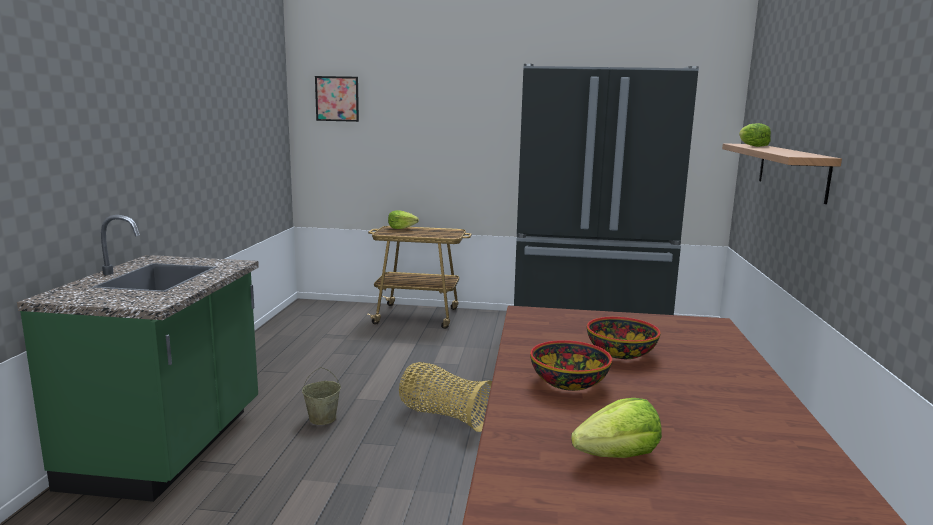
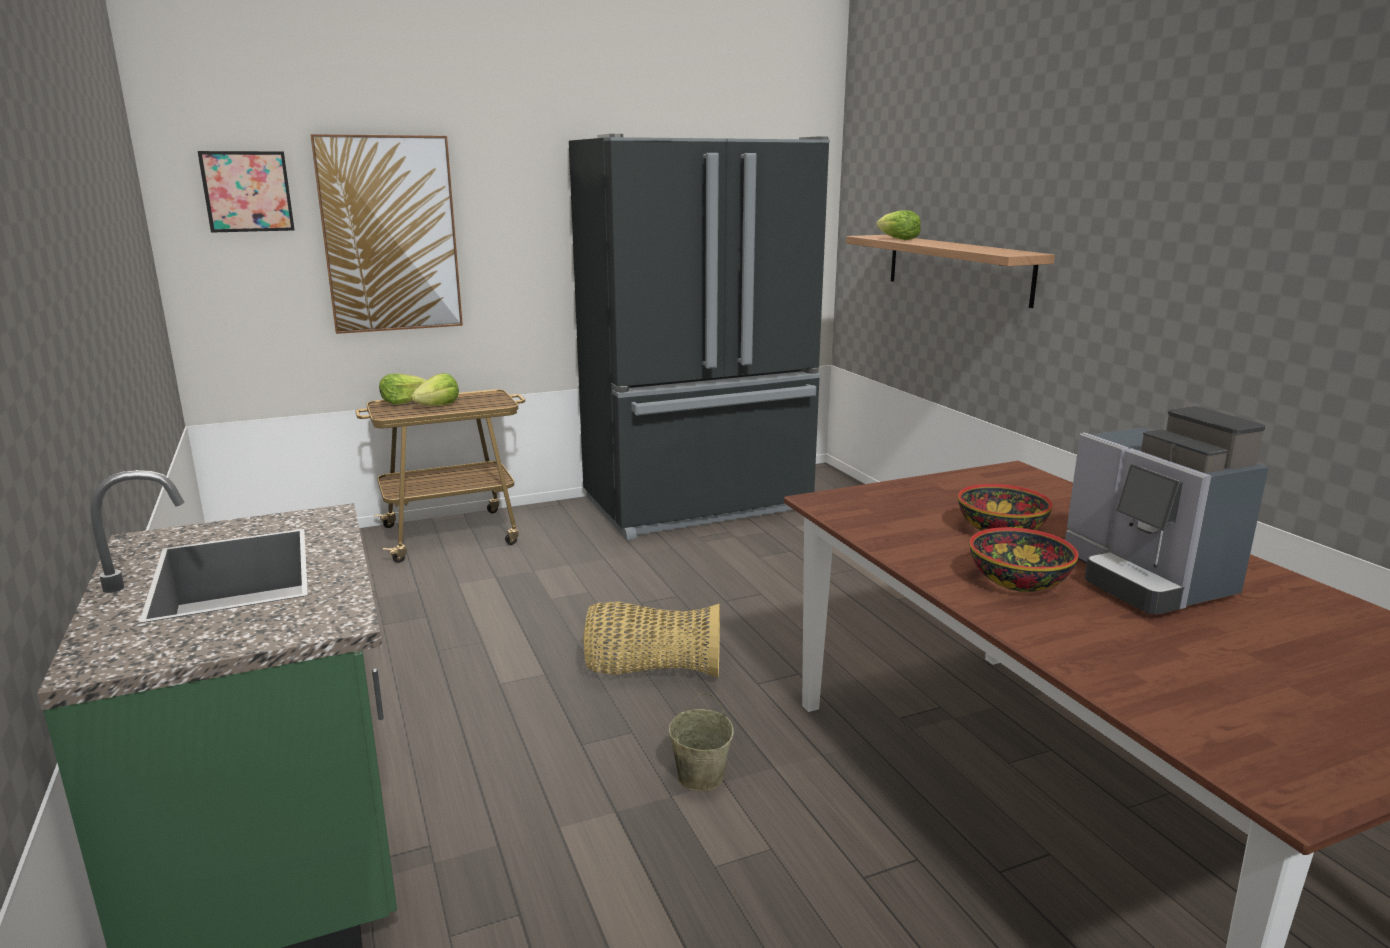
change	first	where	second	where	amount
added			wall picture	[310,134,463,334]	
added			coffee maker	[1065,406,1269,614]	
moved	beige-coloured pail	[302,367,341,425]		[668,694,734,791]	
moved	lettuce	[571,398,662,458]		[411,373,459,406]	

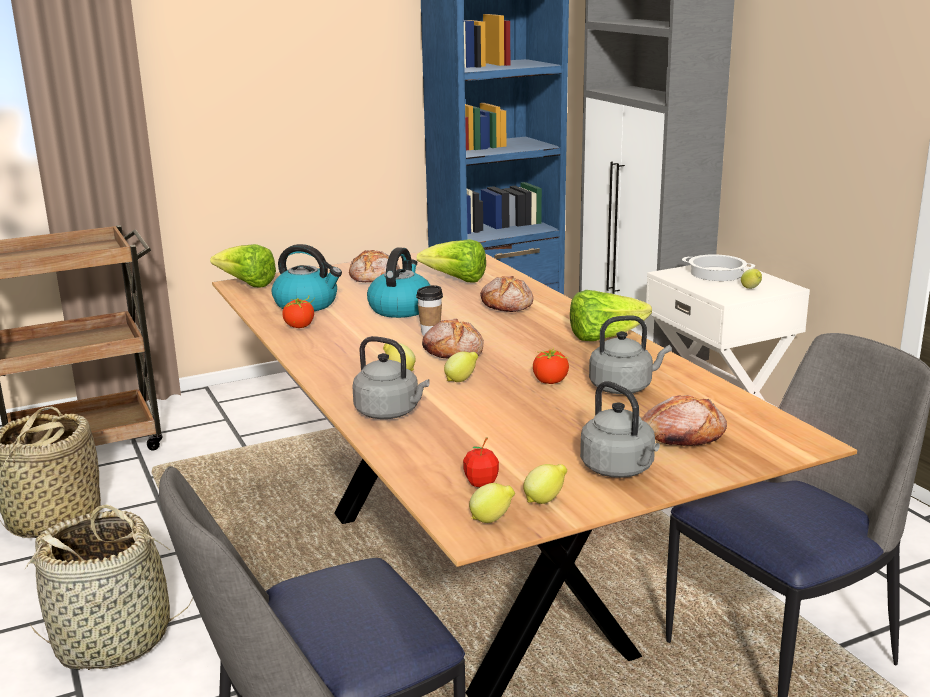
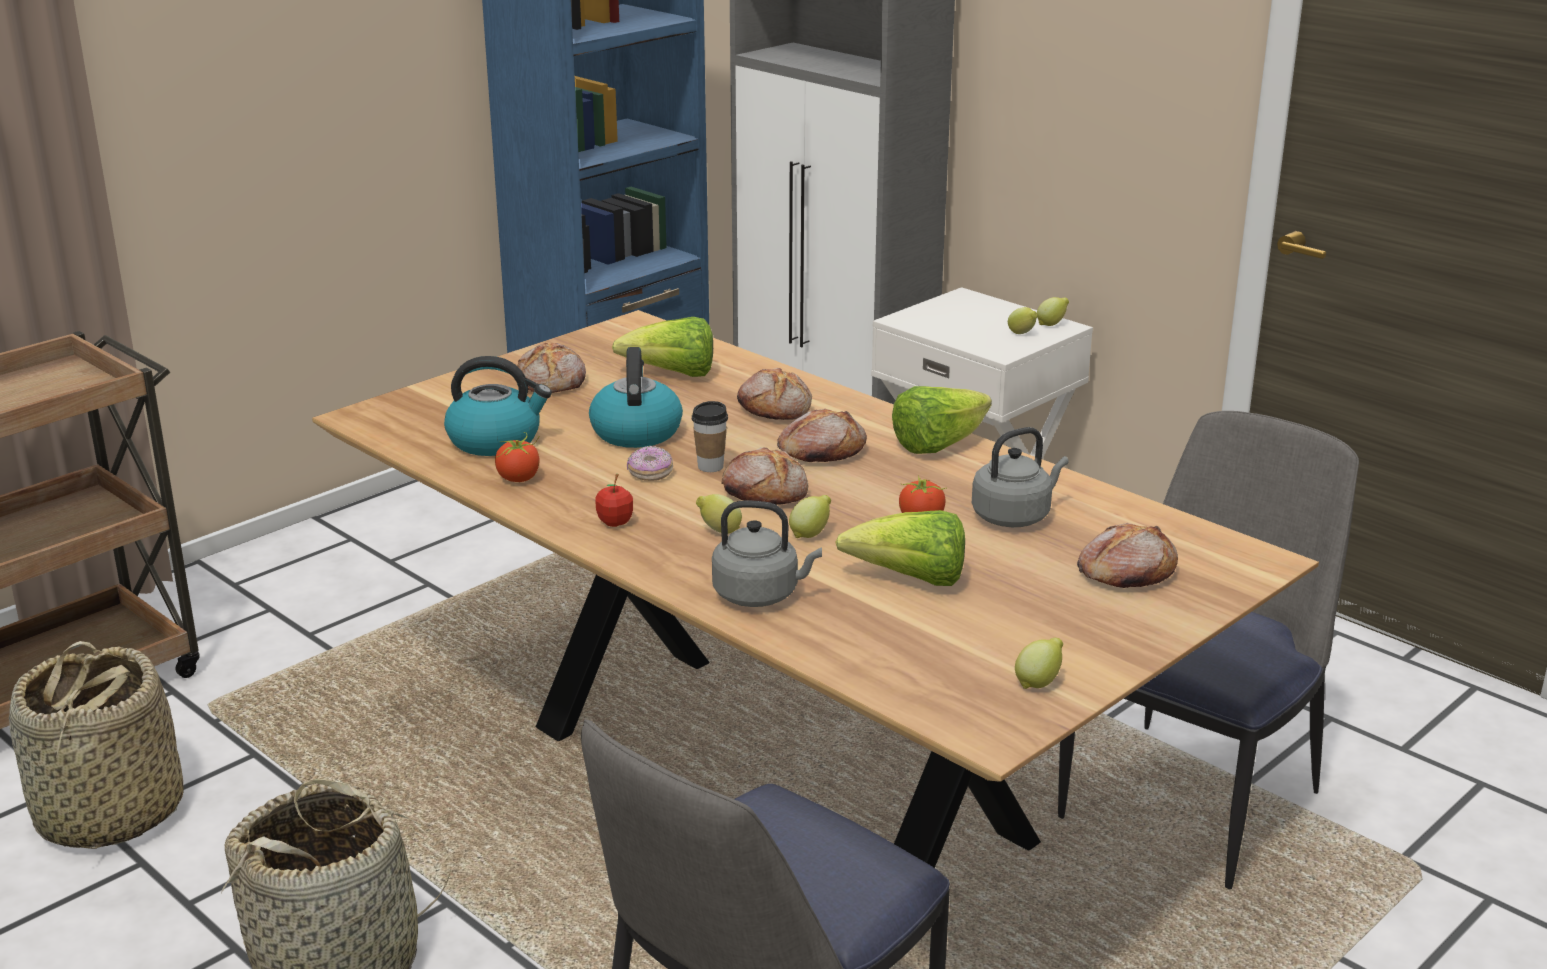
change	first	where	second	where	amount
removed	greyish tea kettle	[580,381,660,478]			
removed	stockpot	[682,254,755,281]			
added			doughnut	[627,446,673,481]	
added			bread	[777,409,867,462]	
moved	lettuce	[210,244,276,288]		[835,510,965,586]	
moved	apple	[463,437,499,487]		[595,474,633,527]	
moved	whole lemon	[469,483,515,523]		[1037,297,1069,326]	

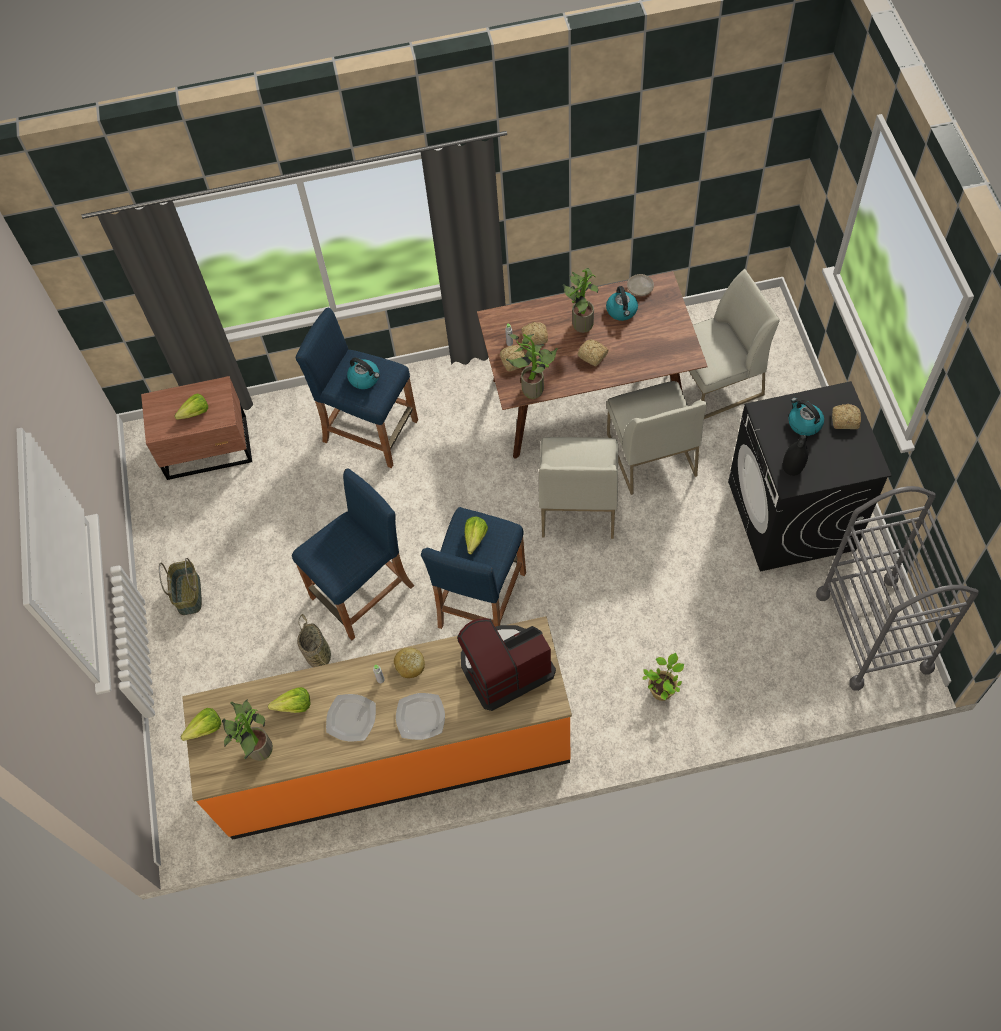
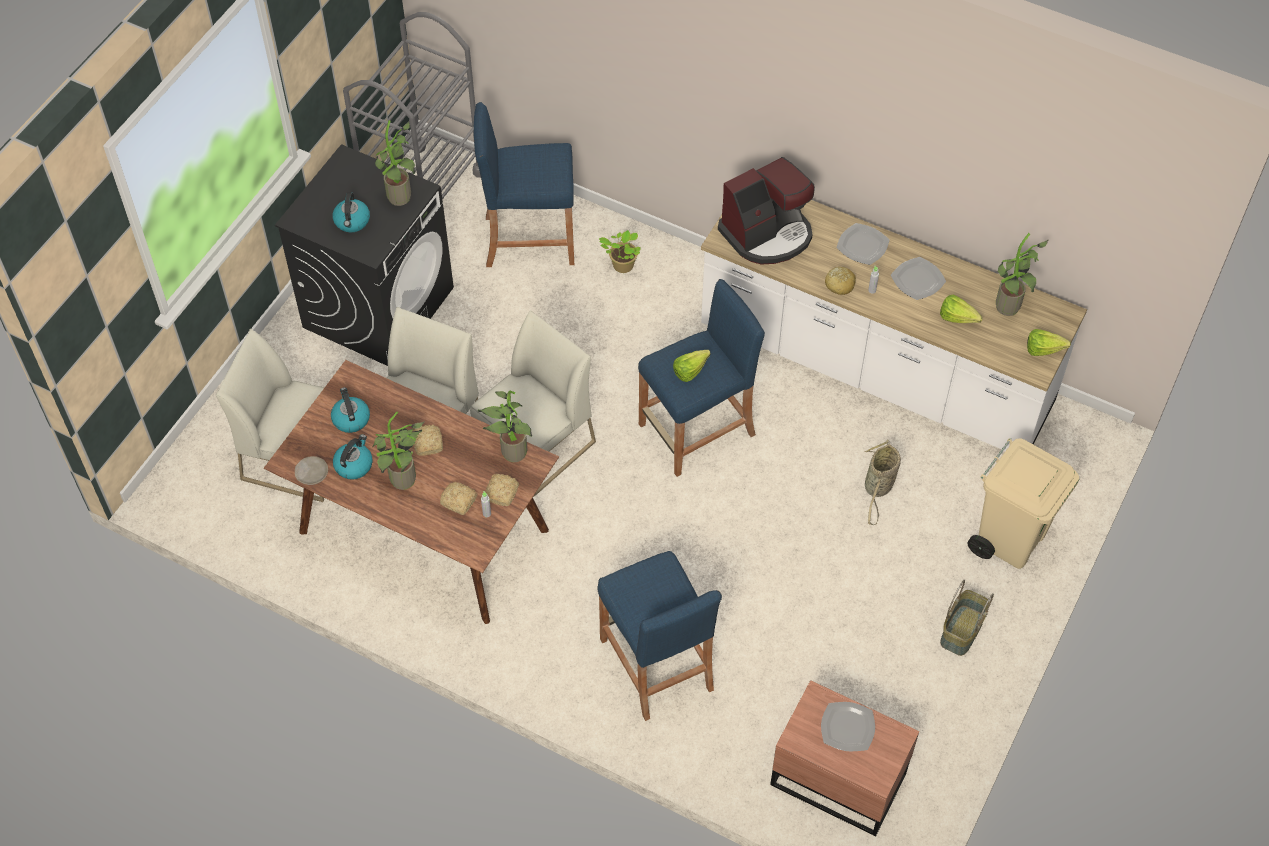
change	first	where	second	where	amount
removed	bread	[832,404,861,429]			
added			beige-coloured rubbish bin	[967,438,1079,569]	
moved	blue-coloured sitting stool	[292,469,414,640]		[474,102,574,267]	
moved	tea kettle	[347,357,380,389]		[331,387,370,433]	
replaced	lettuce	[174,394,208,420]	plate	[821,702,875,751]	
replaced	black flower vase	[783,435,808,476]	potted plant	[375,120,415,206]	
recoloured	orangey counter	[182,616,572,839]	whitish counter	[701,200,1087,451]	
turned	coffee maker	[457,618,556,711]		[718,157,815,264]	45 degrees counterclockwise

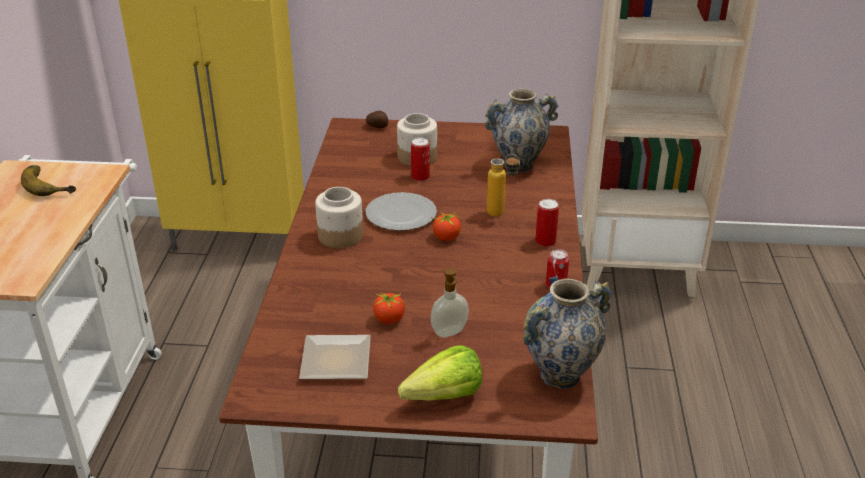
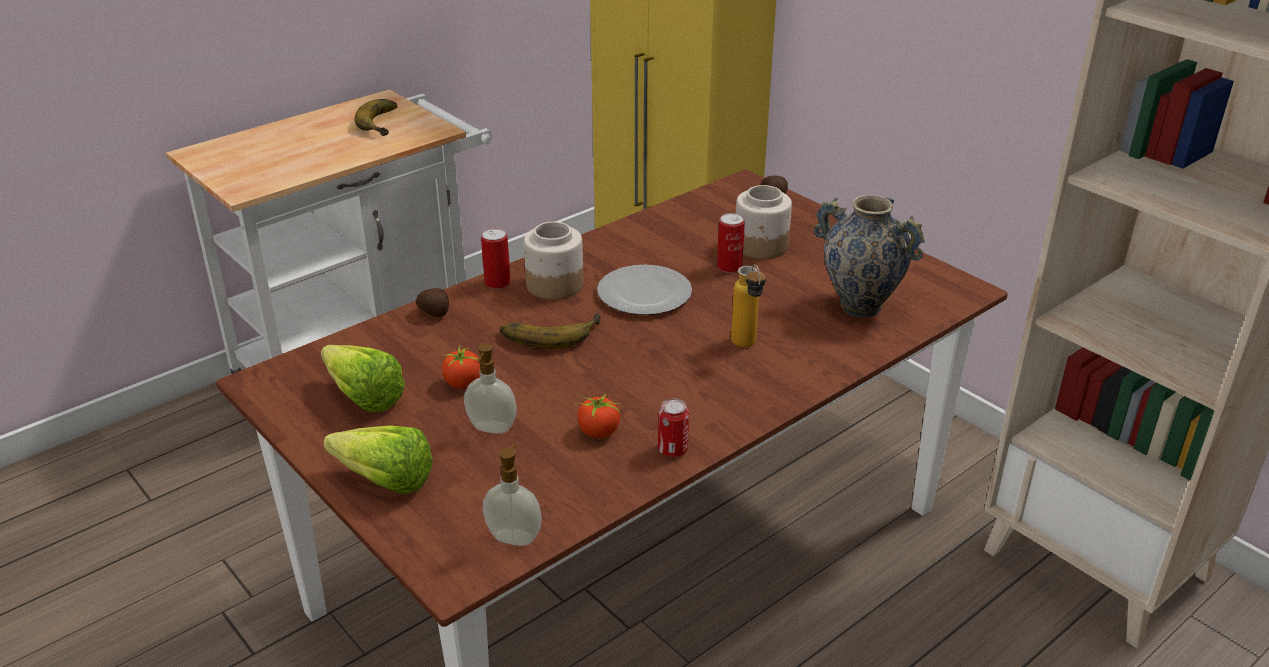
change	first	where	second	where	amount
added			spud	[416,288,449,317]	
added			banana fruit	[499,313,601,349]	
moved	whole tomato	[431,213,461,241]		[575,392,620,439]	
moved	sealed can	[535,199,559,247]		[481,228,510,289]	
replaced	plate	[299,335,371,380]	lettuce	[321,345,405,412]	
replaced	flower vase	[522,276,612,389]	soap dispenser	[483,443,542,546]	

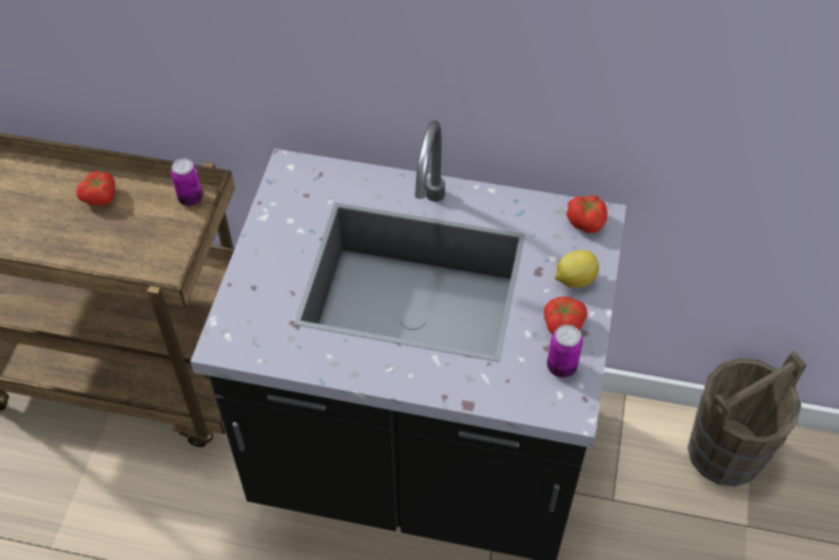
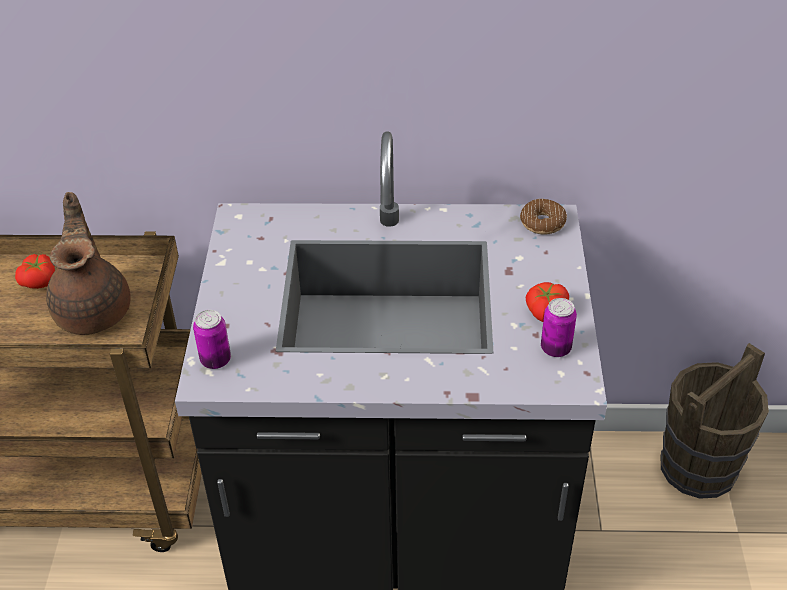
change	first	where	second	where	amount
removed	whole lemon	[555,250,599,288]			
added			brown-coloured teapot	[46,192,131,335]	
moved	sealed can	[171,158,203,206]		[193,310,231,369]	
replaced	whole tomato	[567,195,607,233]	doughnut	[520,199,567,235]	

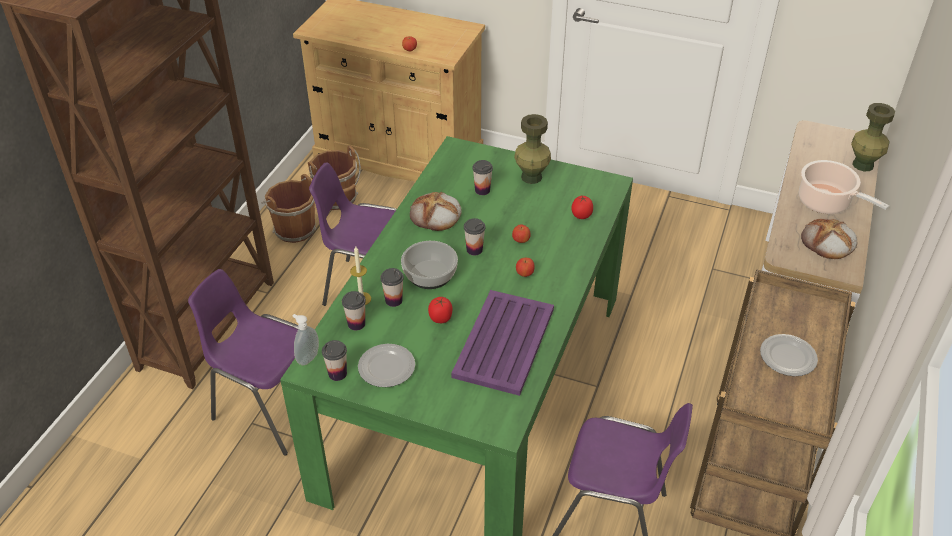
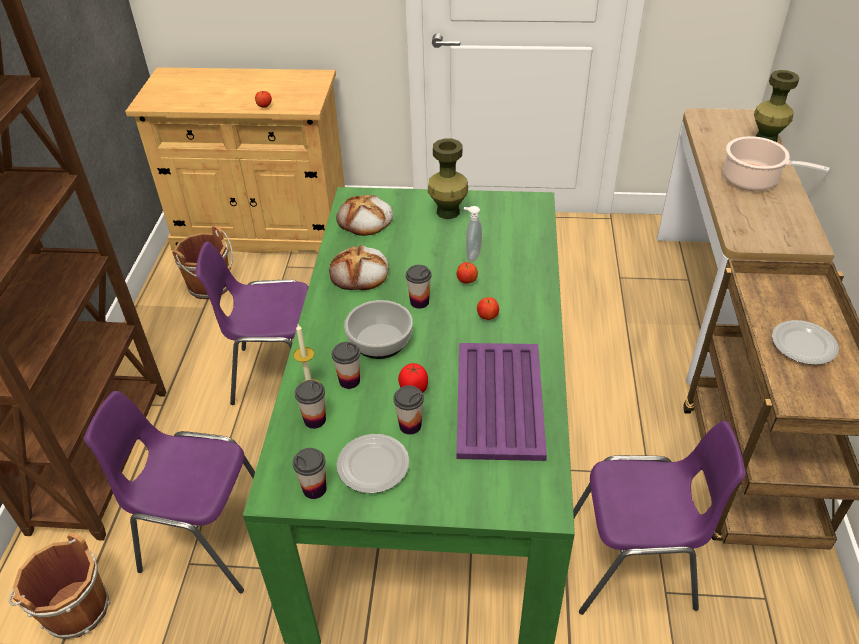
change	first	where	second	where	amount
removed	whole tomato	[571,196,593,219]			
moved	brown-coloured pail	[261,174,316,243]		[9,532,110,639]	
moved	soap dispenser	[292,314,319,365]		[464,206,482,261]	
moved	small cup	[473,160,493,195]		[393,385,424,435]	
moved	bread	[801,219,857,259]		[336,195,393,236]	

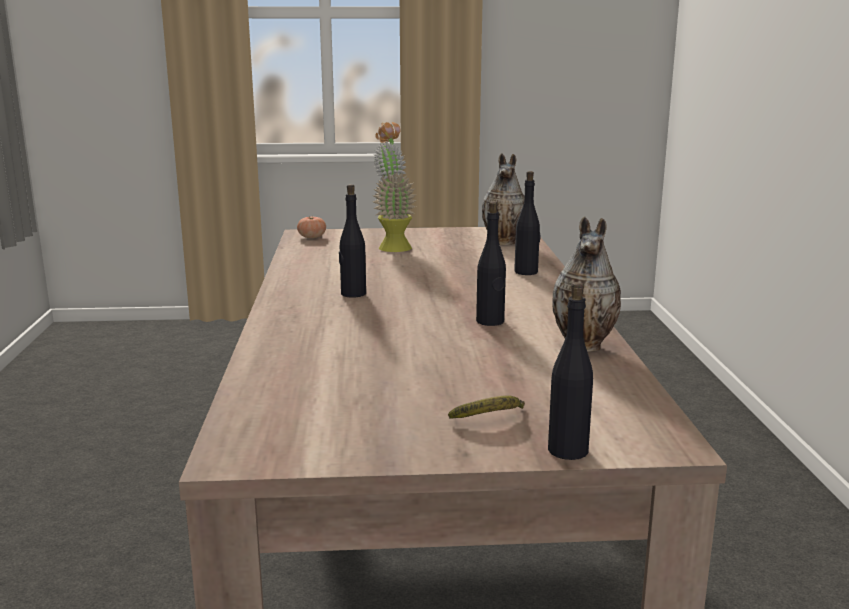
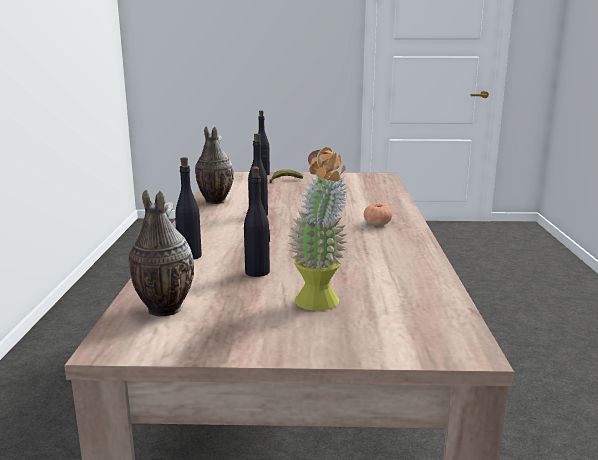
change	first	where	second	where	amount
moved	whole tomato	[297,216,326,238]		[364,204,392,226]	
moved	black drink bottle	[339,184,366,298]		[244,167,270,277]	

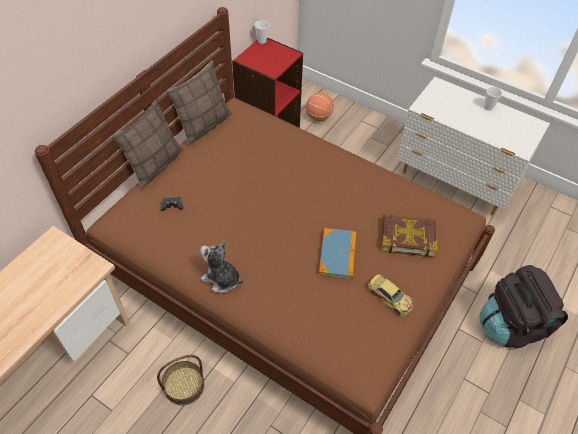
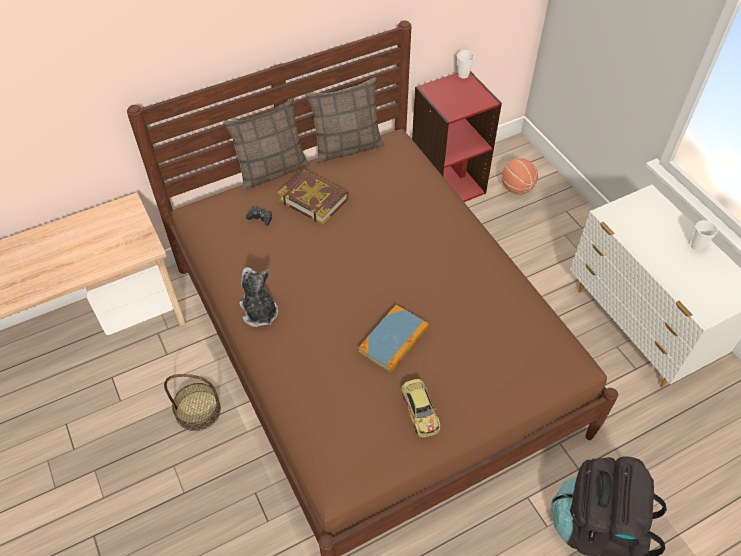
change	first	where	second	where	amount
moved	book	[382,214,437,257]		[277,169,349,225]	

